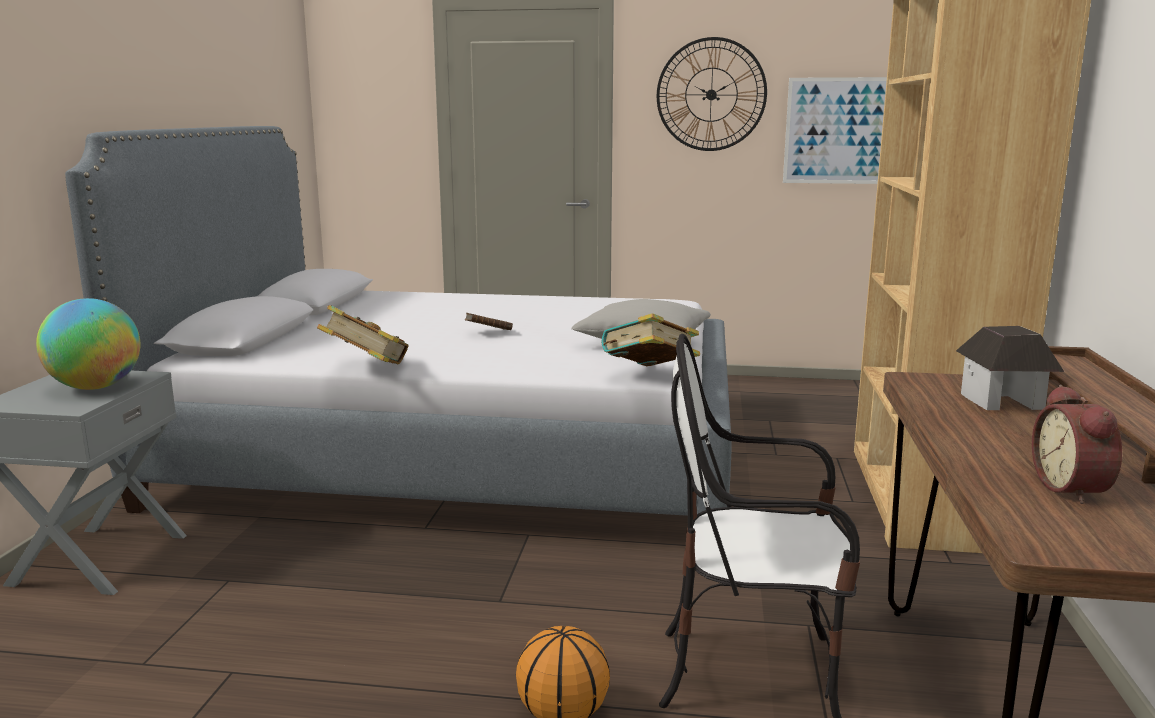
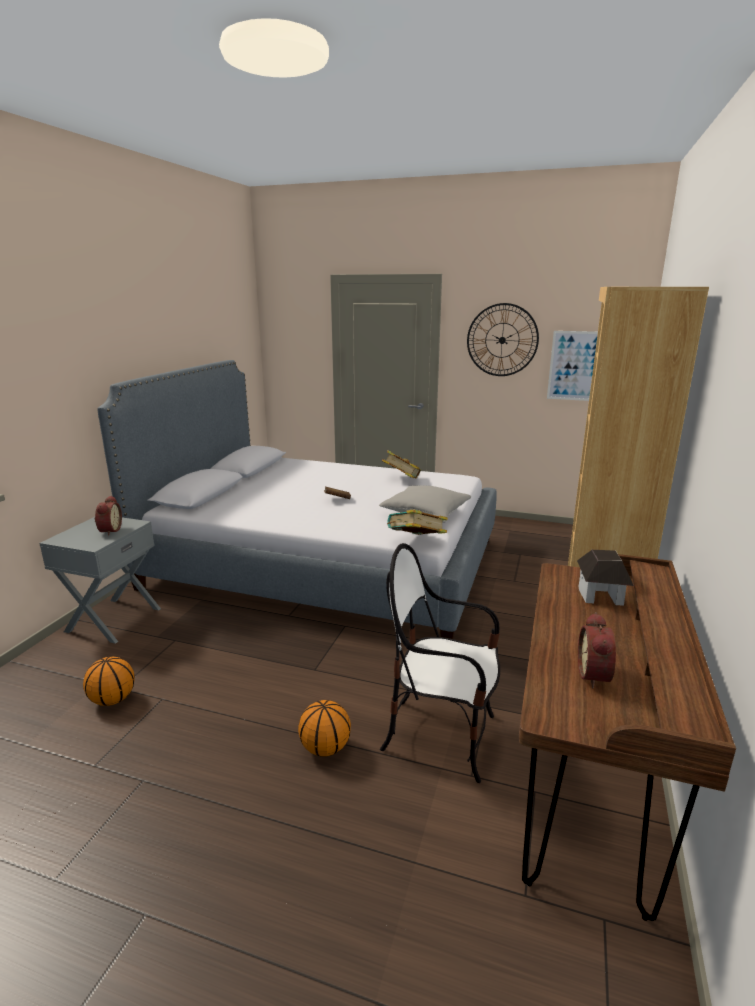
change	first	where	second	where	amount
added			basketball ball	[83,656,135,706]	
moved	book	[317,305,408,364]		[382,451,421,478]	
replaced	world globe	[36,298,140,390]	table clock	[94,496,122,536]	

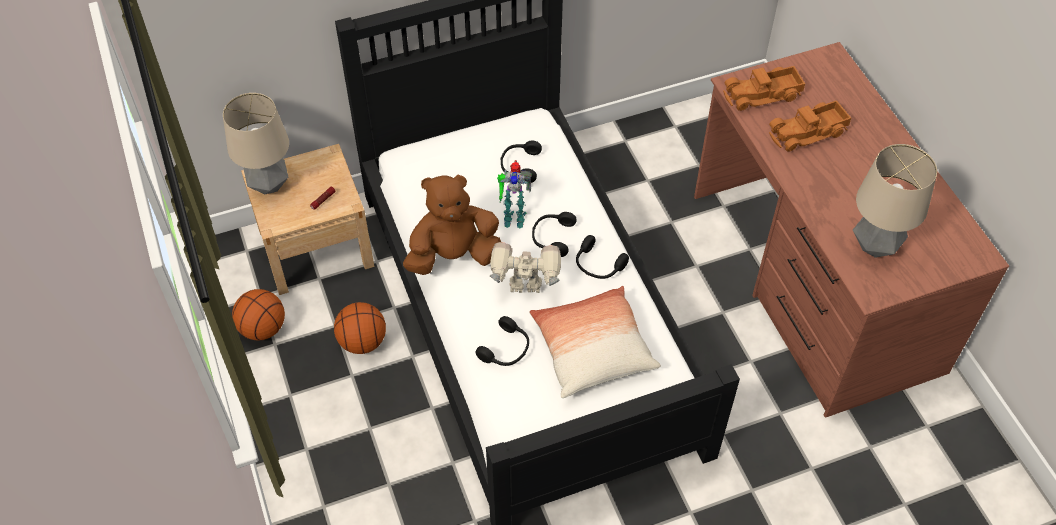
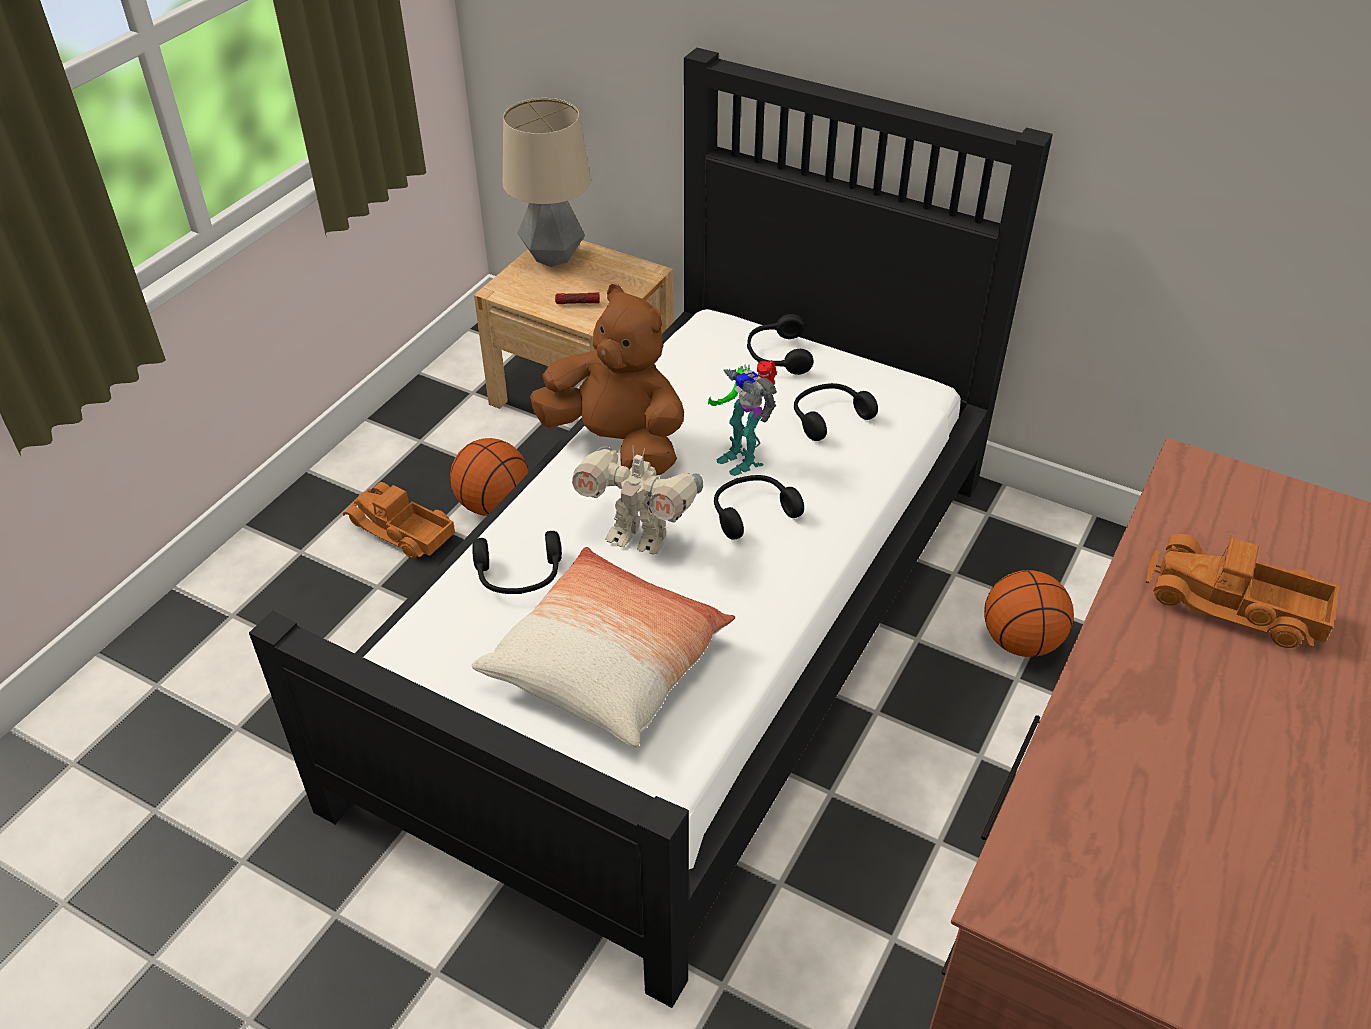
change	first	where	second	where	amount
removed	tabletop lamp	[853,144,937,258]			
moved	basketball ball	[232,289,285,340]		[984,570,1074,657]	
moved	black pair of headphones	[576,235,629,279]		[747,314,813,375]	
moved	toy lorry	[723,66,805,111]		[343,482,455,558]	
turned	robot figure	[490,242,561,293]		[572,445,703,555]	150 degrees clockwise

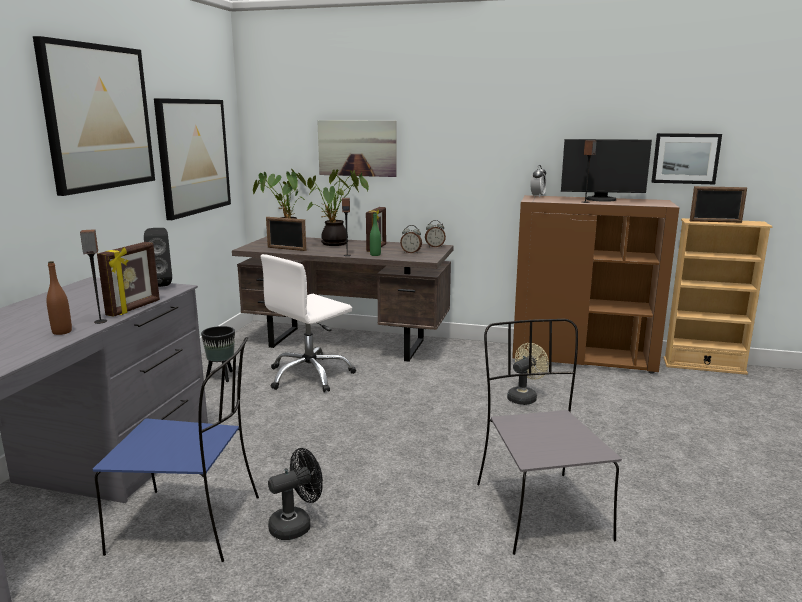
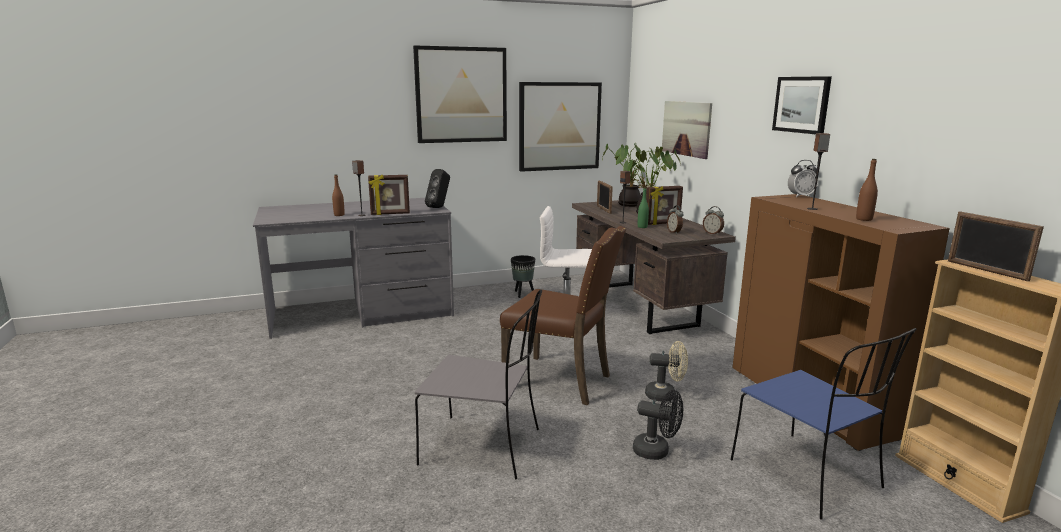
change	first	where	second	where	amount
removed	monitor	[561,139,652,202]			
added			brown-coloured chair	[500,226,626,405]	
added			brown-coloured drink bottle	[856,159,878,221]	
moved	blue-coloured chair	[93,337,259,562]		[731,328,917,519]	
moved	black electric fan	[268,448,323,540]		[633,390,683,460]	
moved	wall picture	[652,133,722,184]		[772,76,832,134]	
turned	greyish chair	[477,319,622,555]		[415,290,542,479]	60 degrees clockwise

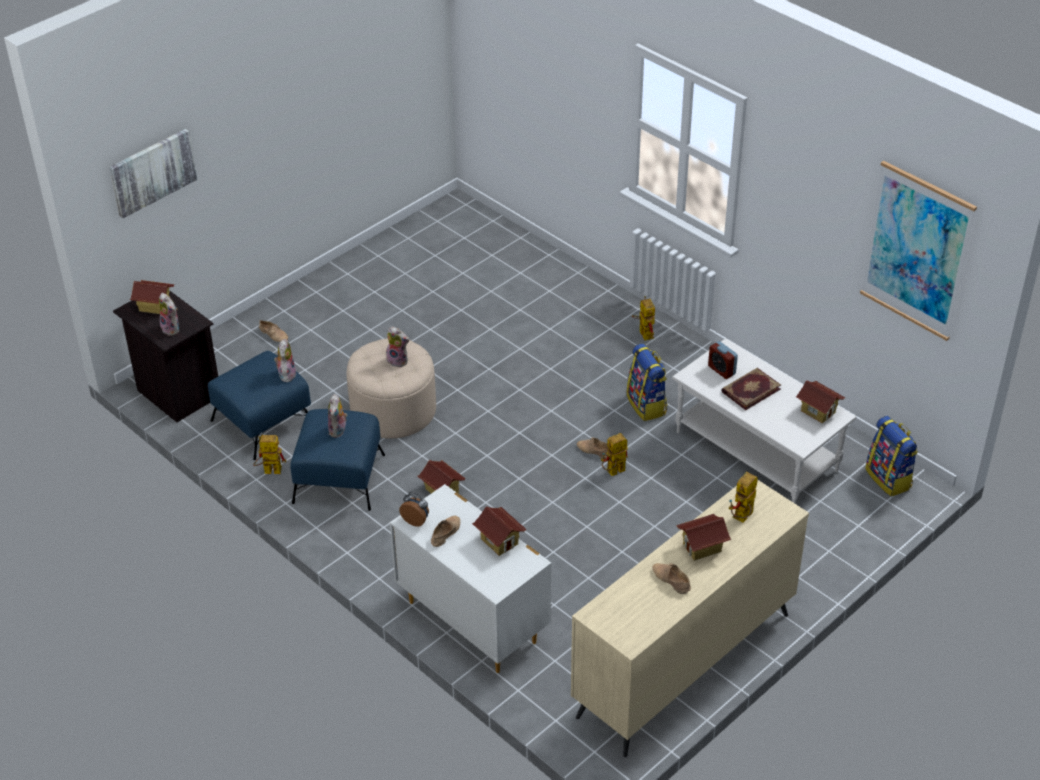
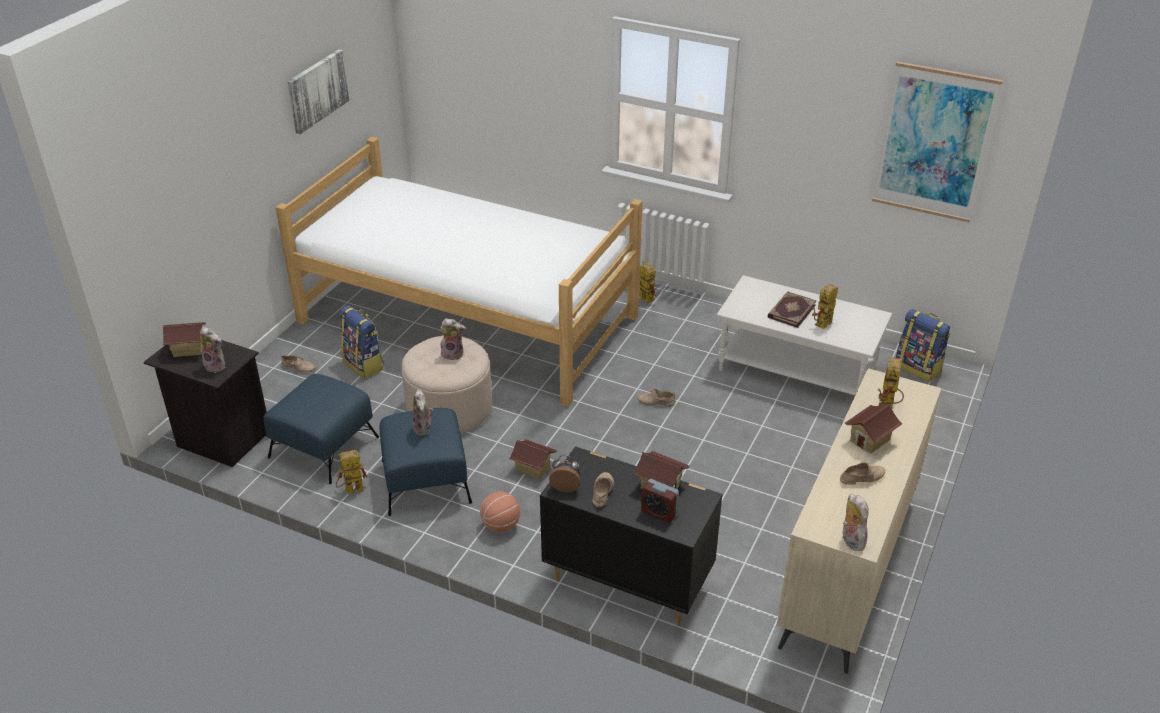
change	first	where	second	where	amount
removed	toy house	[796,381,845,423]			
added			bed	[276,137,642,407]	
added			basketball ball	[480,492,520,532]	
moved	wall picture	[110,129,198,218]		[288,49,350,134]	
moved	cuddly toy	[274,339,296,382]		[842,494,869,551]	
moved	robot figure	[601,433,628,476]		[812,284,838,329]	
moved	knapsack	[627,344,668,421]		[339,305,384,379]	
moved	table clock	[708,341,738,379]		[641,479,679,523]	
recoloured	whitish chest of drawers	[390,484,552,673]	black chest of drawers	[540,446,722,626]	
turned	beige-coloured item of footwear	[652,563,691,594]		[840,463,886,485]	135 degrees clockwise

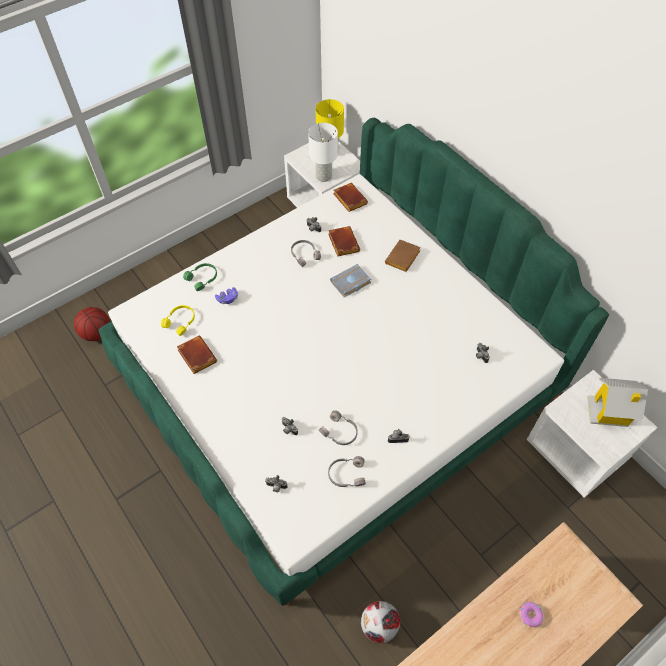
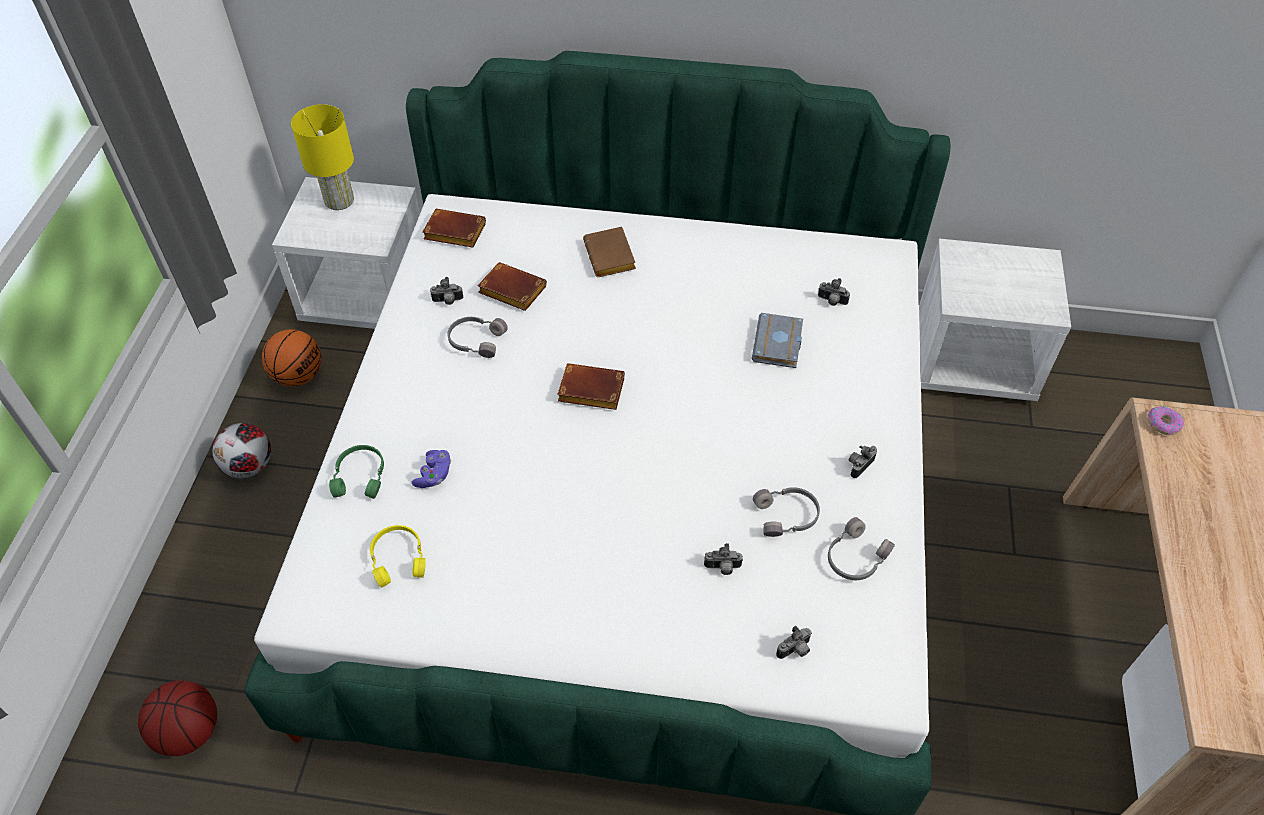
change	first	where	second	where	amount
removed	whitish tabletop lamp	[308,123,338,182]			
removed	toy house	[587,378,648,427]			
added			basketball ball	[262,329,321,387]	
moved	brown-coloured book	[177,335,217,374]		[557,363,625,410]	
moved	greyish book	[330,264,371,297]		[752,313,803,368]	
moved	ball for football	[361,601,401,643]		[213,423,271,478]	
moved	doughnut	[520,602,543,627]		[1148,406,1184,435]	

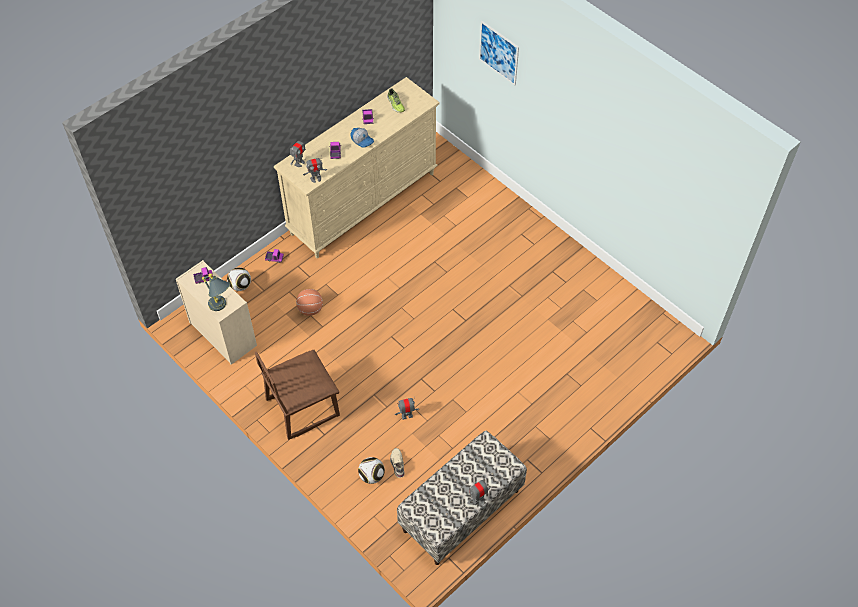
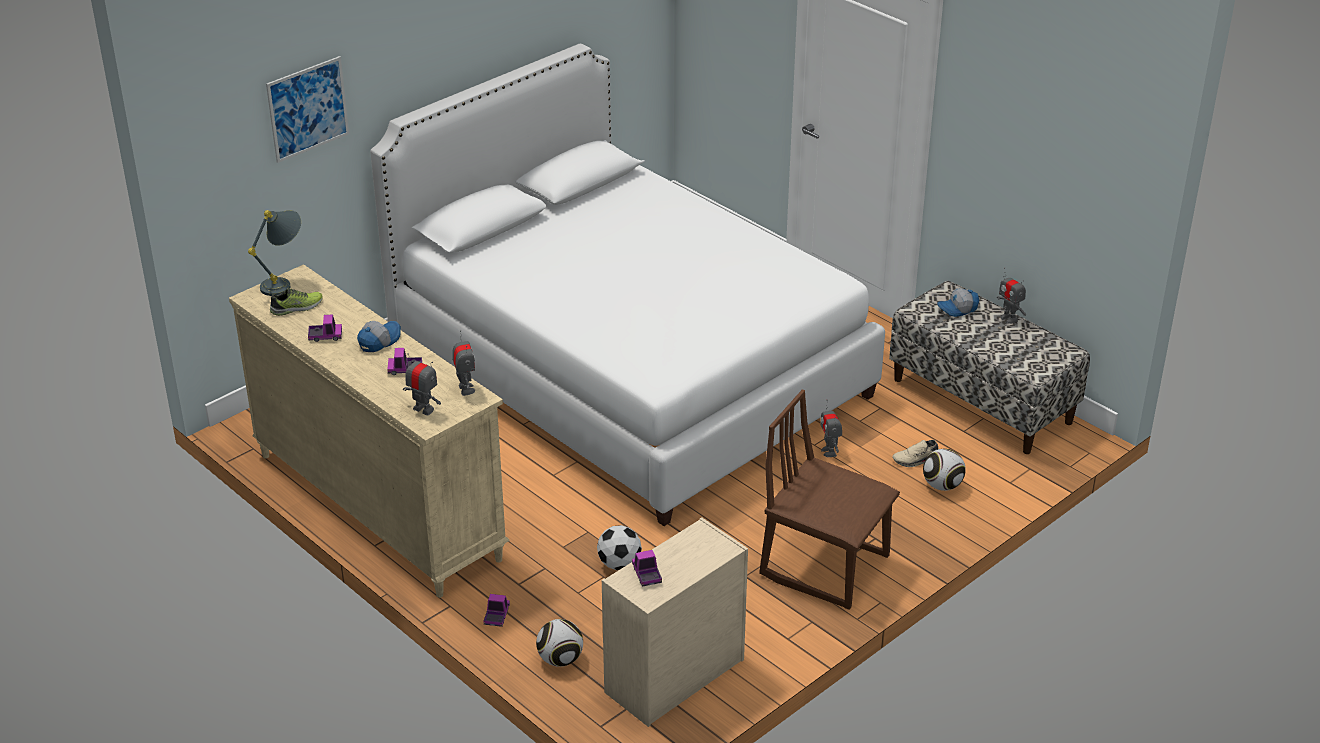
change	first	where	second	where	amount
added			whitish bed	[370,44,885,526]	
added			baseball cap	[937,288,979,317]	
moved	greyish tabletop lamp	[202,273,230,311]		[248,210,301,296]	
replaced	basketball ball	[296,289,323,316]	ball for football	[597,525,642,570]	
turned	brown-coloured chair	[255,350,340,440]		[759,390,900,610]	150 degrees clockwise

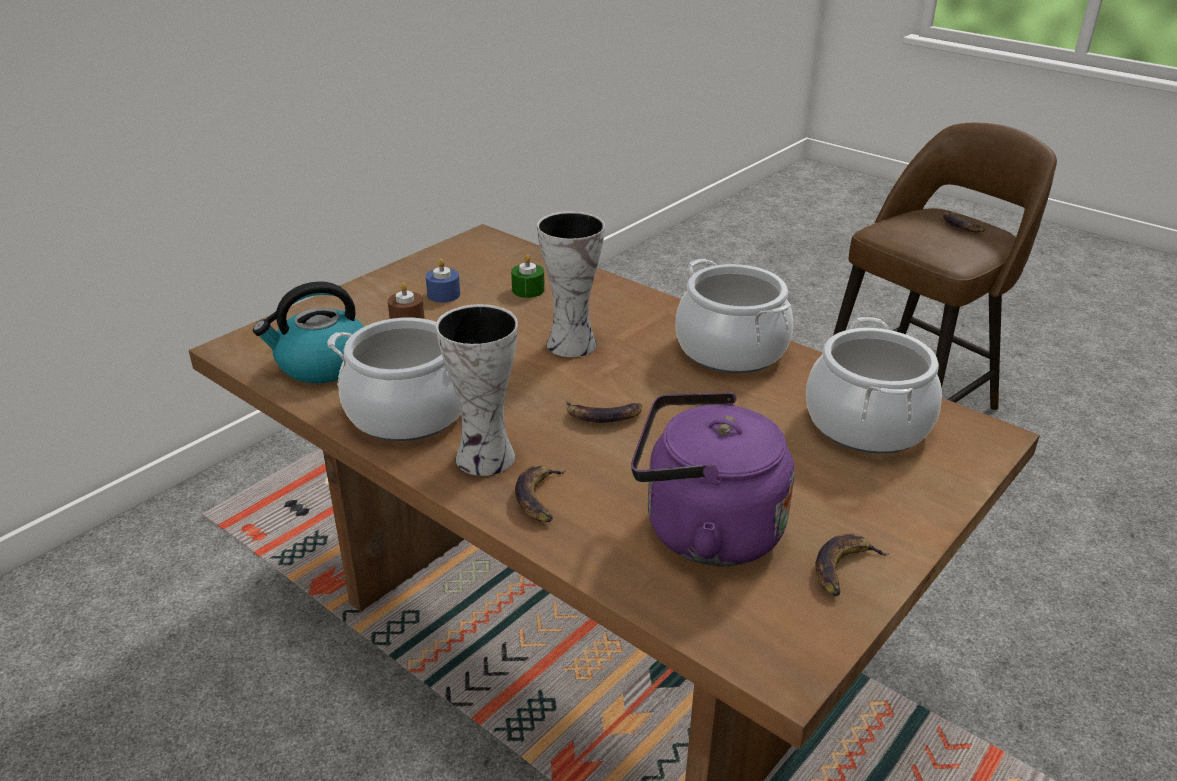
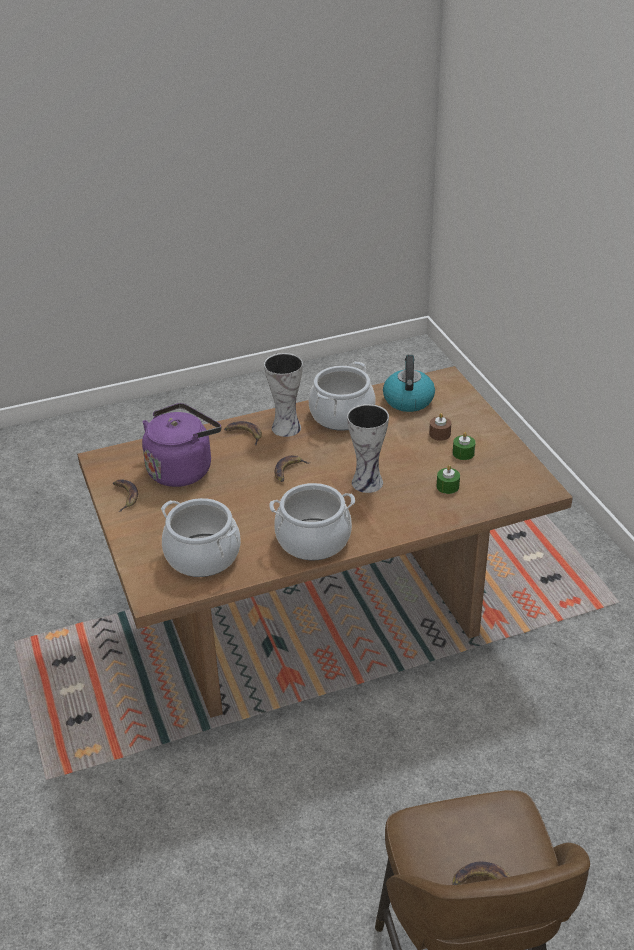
change	first	where	second	where	amount
recoloured	blue-coloured wax candle	[426,259,460,303]	green-coloured wax candle	[453,432,476,460]	

